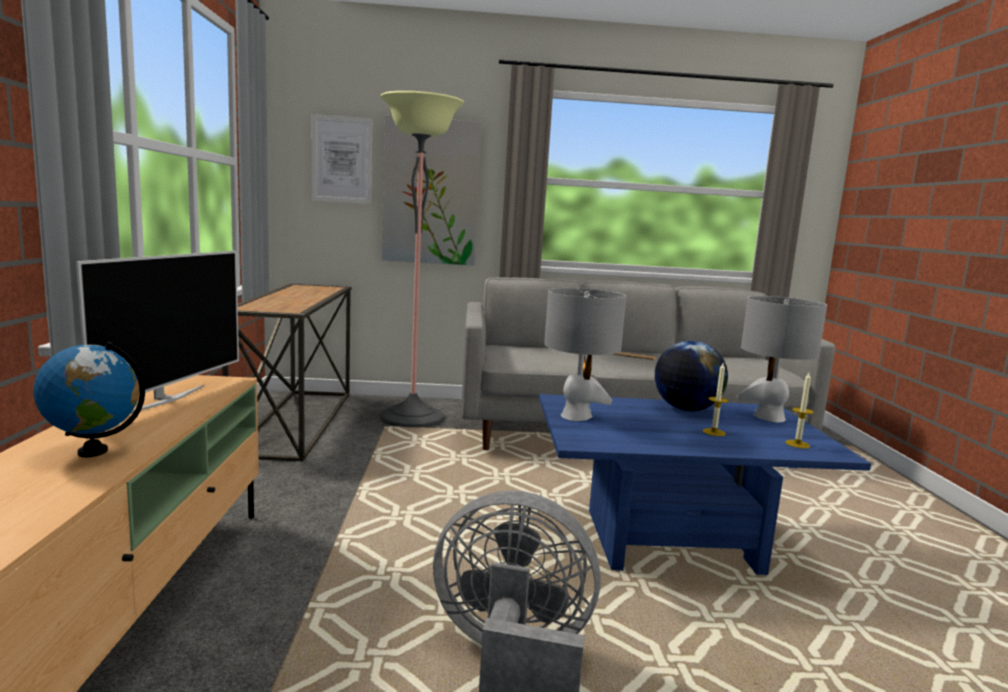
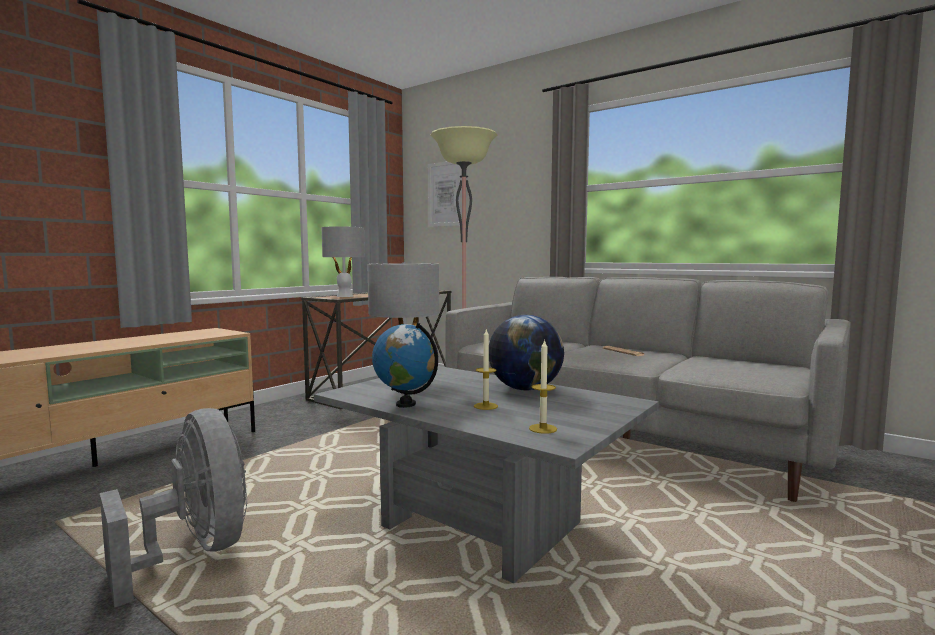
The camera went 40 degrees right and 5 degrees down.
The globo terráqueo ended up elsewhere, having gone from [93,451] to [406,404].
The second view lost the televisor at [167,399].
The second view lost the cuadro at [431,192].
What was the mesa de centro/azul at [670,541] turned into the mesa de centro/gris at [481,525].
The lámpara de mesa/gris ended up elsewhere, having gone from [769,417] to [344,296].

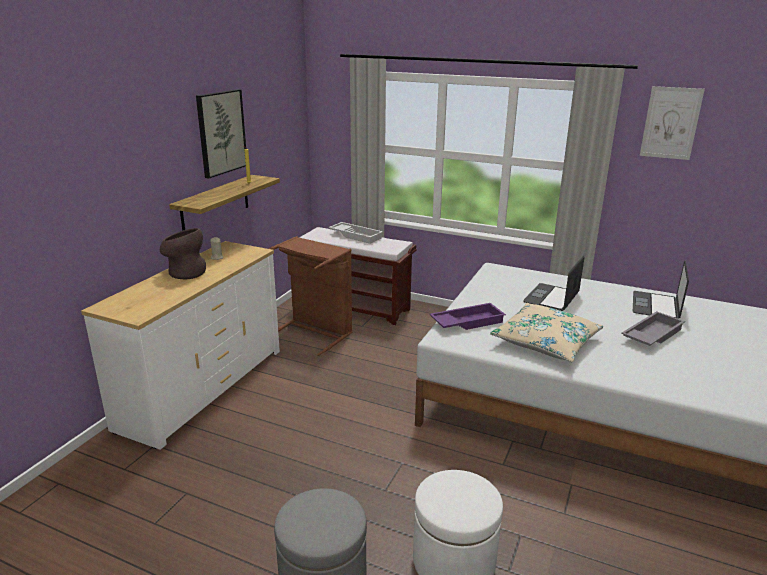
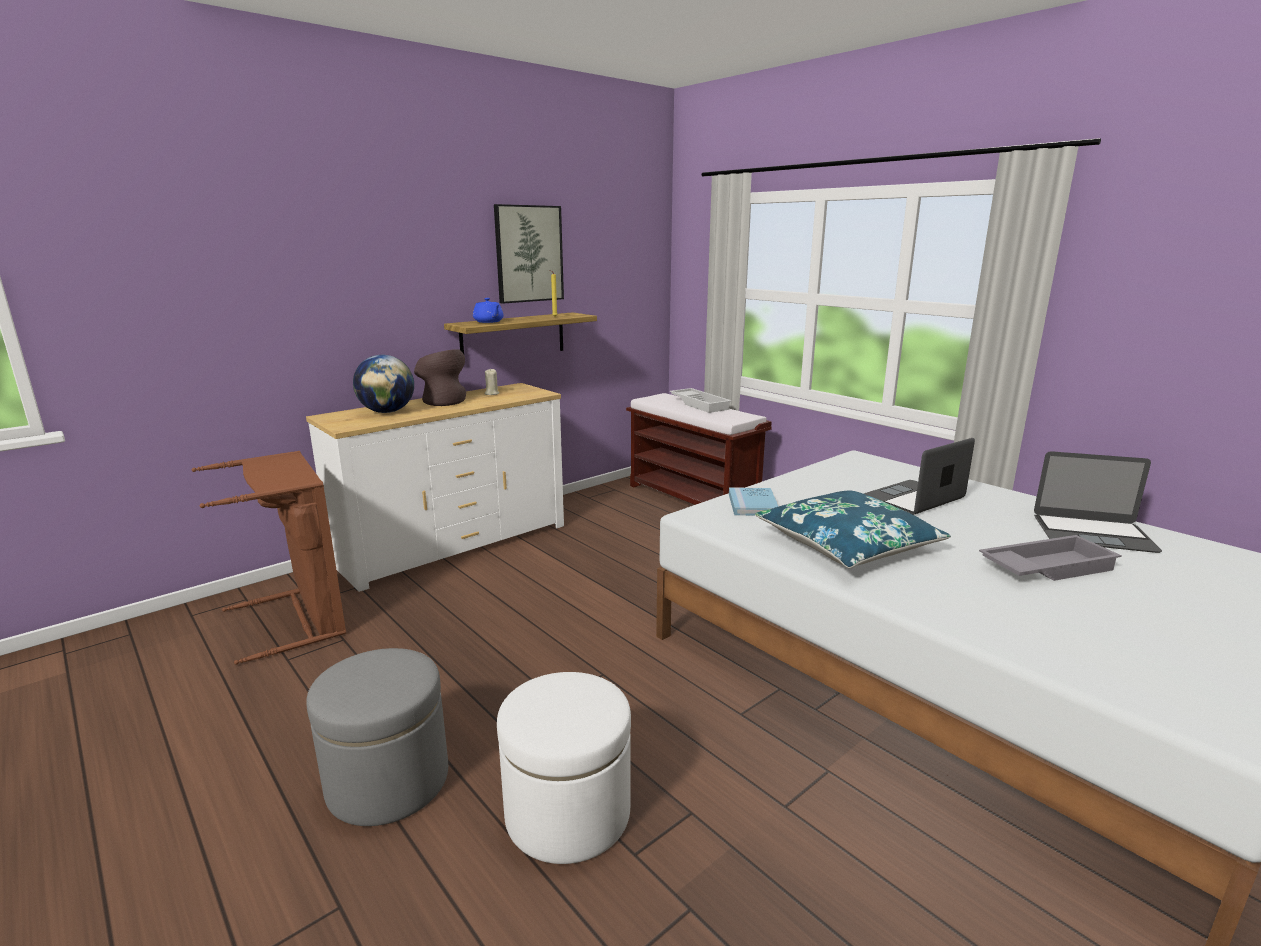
The camera went 25 degrees right and 5 degrees down.
The cesto de la ropa/marrón ended up elsewhere, having gone from [314,332] to [300,618].
Where the bandeja/morado stood at [467,322], the libro/azul came to stand at [752,504].
What was the cojín/beis at [546,342] turned into the cojín/azul at [847,544].
The portátil at [655,305] ended up facing another way, 120 degrees counterclockwise from before.
The second view lost the cuadro at [670,123].
The second view gained the globo terráqueo at [387,412].
The second view gained the tetera/azul at [489,322].

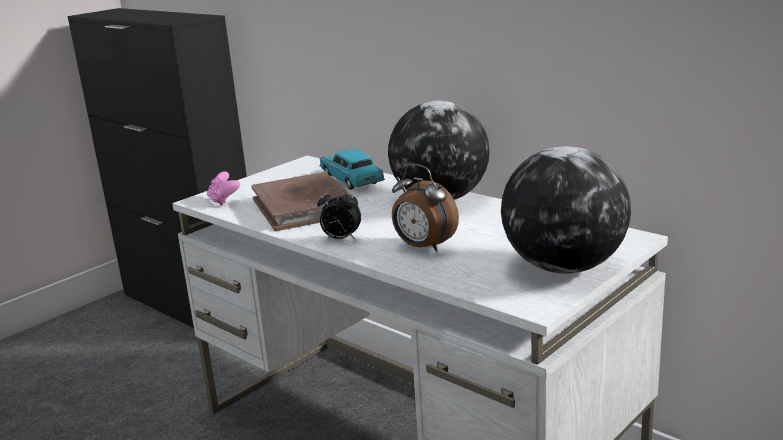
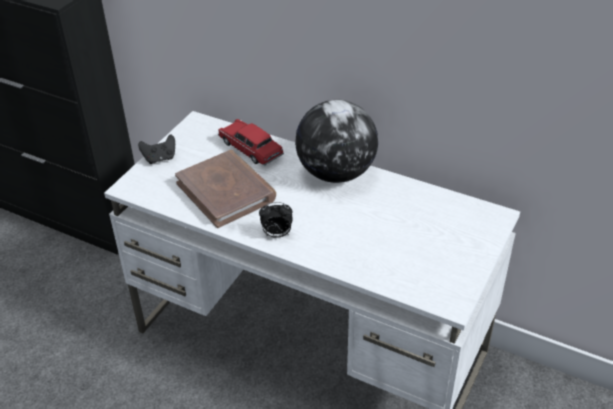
The camera went 15 degrees left and 20 degrees up.
The second view lost the mando de consola/rosa at [223,200].
What was the coche de juguete/turquesa at [351,180] turned into the coche de juguete/rojo at [250,150].
The second view lost the despertador at [423,247].
The second view lost the globo terráqueo at [563,267].
The second view gained the mando de consola/negro at [160,158].

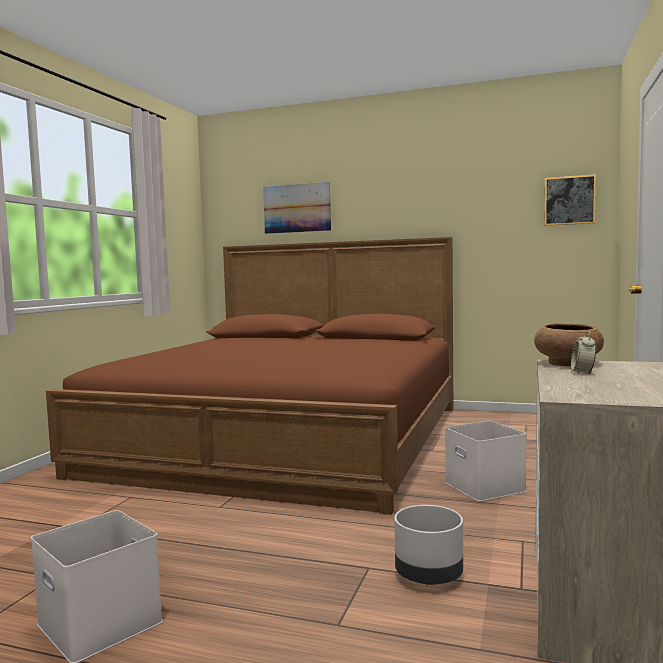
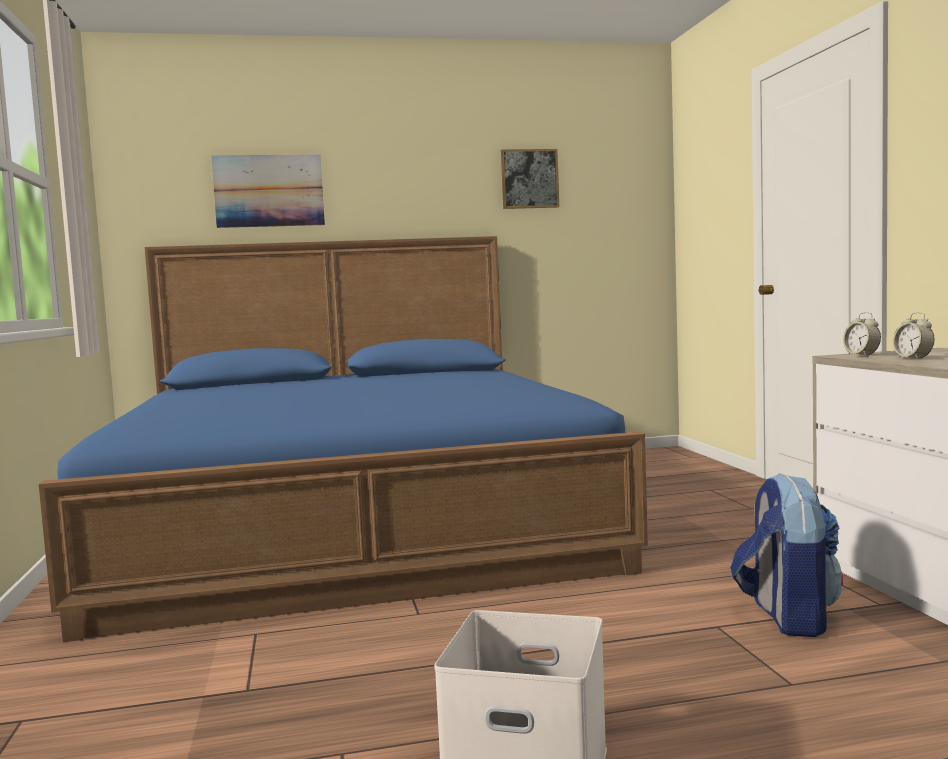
The camera went 30 degrees left and 0 degrees up.
What was the cama/marrón at [287,438] turned into the cama/azul at [353,522].
Where the maceta/gris stood at [428,576], the mochila came to stand at [787,617].
The second view lost the caja de almacenaje/blanco at [482,486].
Where the cuenco/marrón stood at [569,364], the despertador came to stand at [861,355].
The cuadro ended up elsewhere, having gone from [569,200] to [529,179].

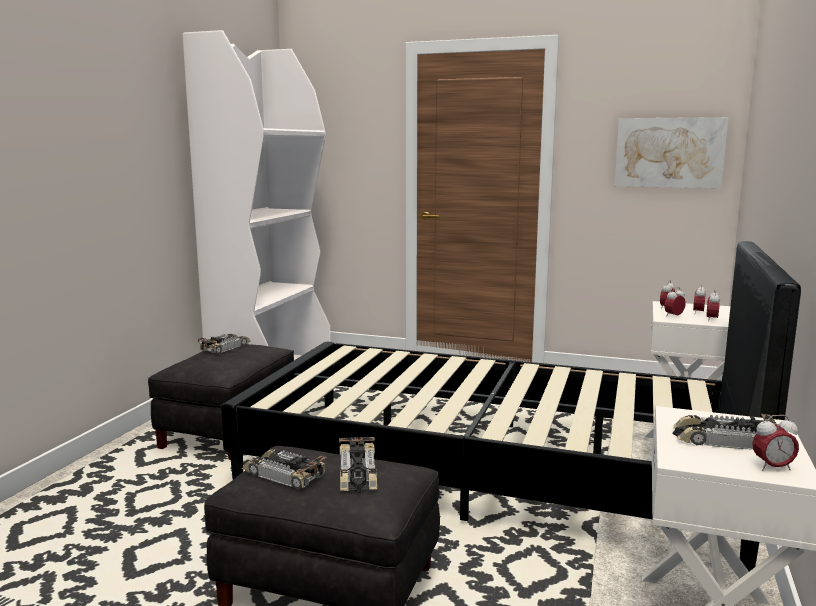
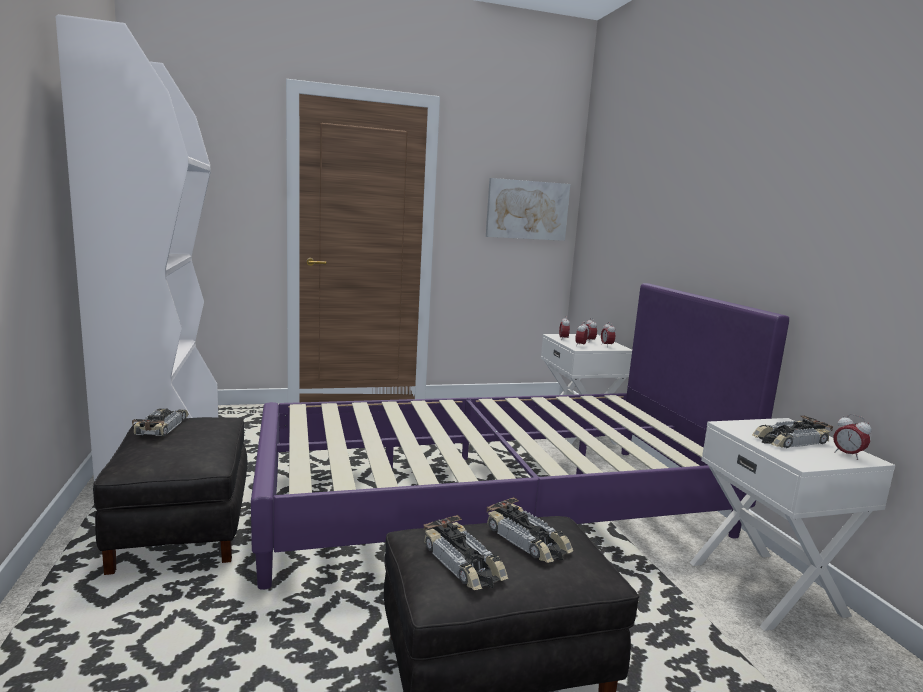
The camera went 35 degrees left and 0 degrees up.
What was the cama/negro at [490,470] turned into the cama/morado at [492,504].
The coche de juguete at [283,474] ended up facing another way, 120 degrees counterclockwise from before.
The despertador at [772,467] ended up facing another way, 90 degrees clockwise from before.

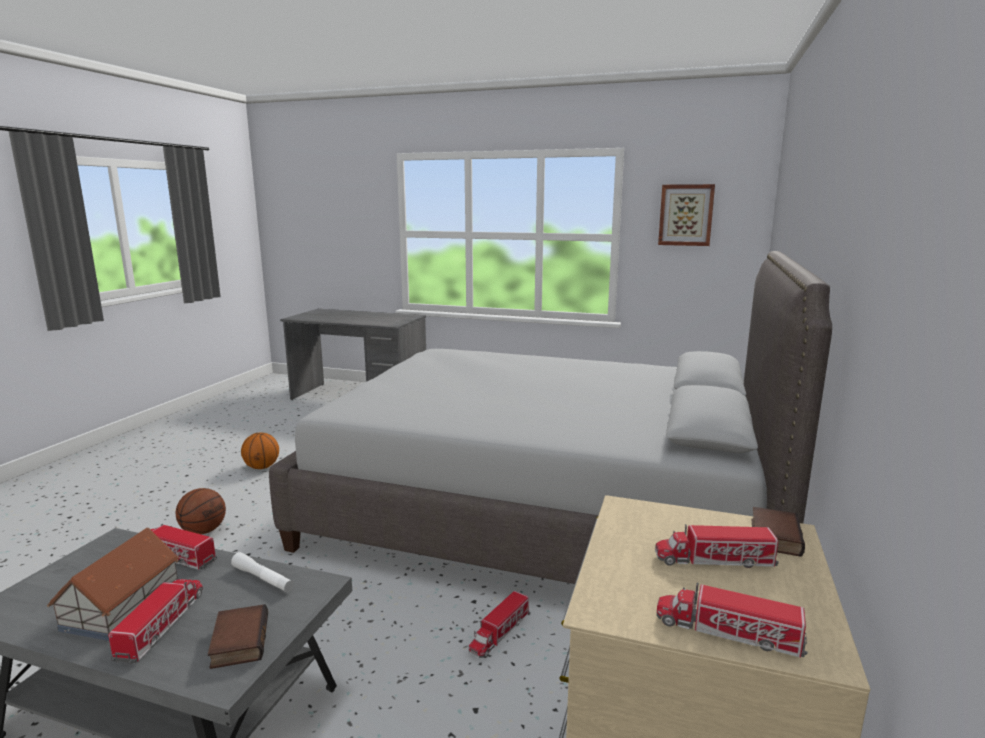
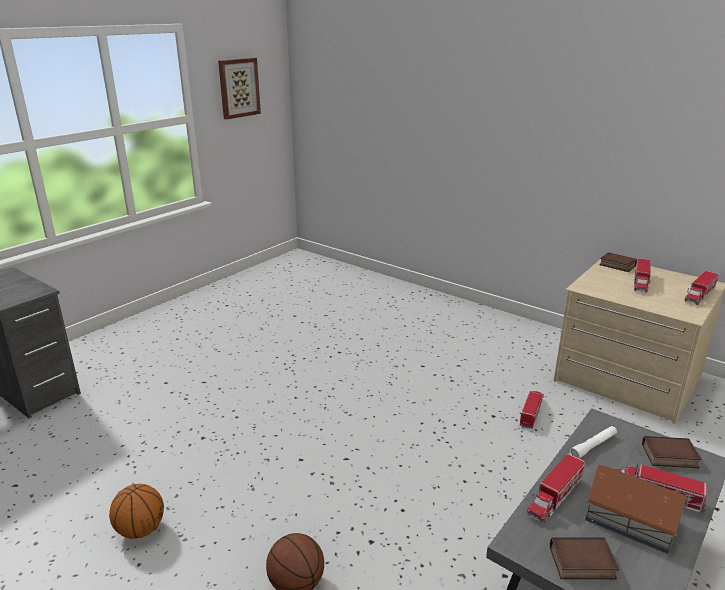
The camera went 70 degrees left and 10 degrees up.
The second view lost the cama/gris at [544,512].
The camión de juguete at [499,633] ended up facing another way, 120 degrees counterclockwise from before.
The second view gained the libro at [581,564].

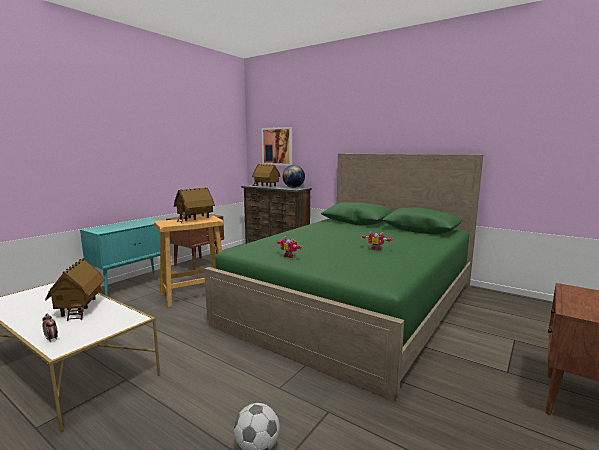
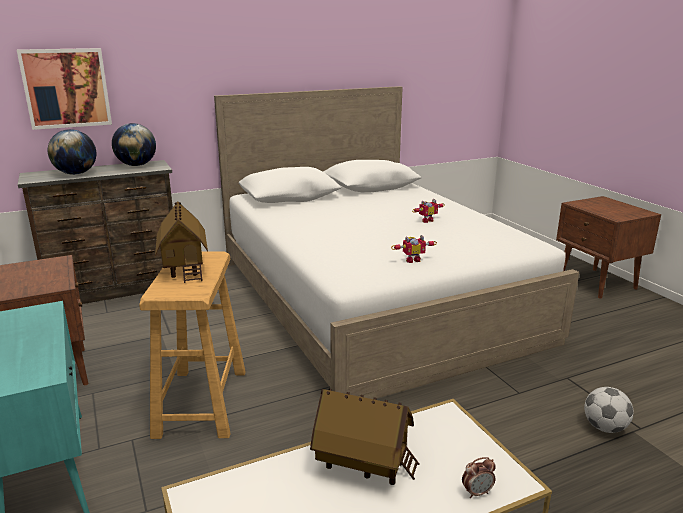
The camera went 60 degrees left and 10 degrees up.
What was the cama/verde at [355,303] turned into the cama/blanco at [373,298].
Where the casita stood at [266,186], the globo terráqueo came to stand at [76,174].

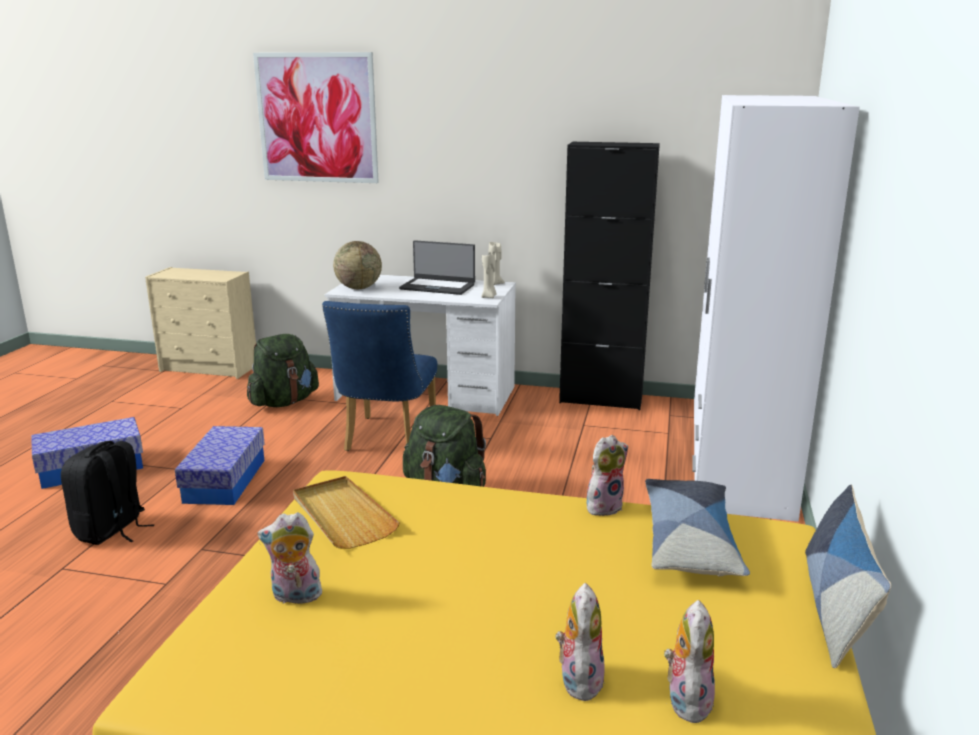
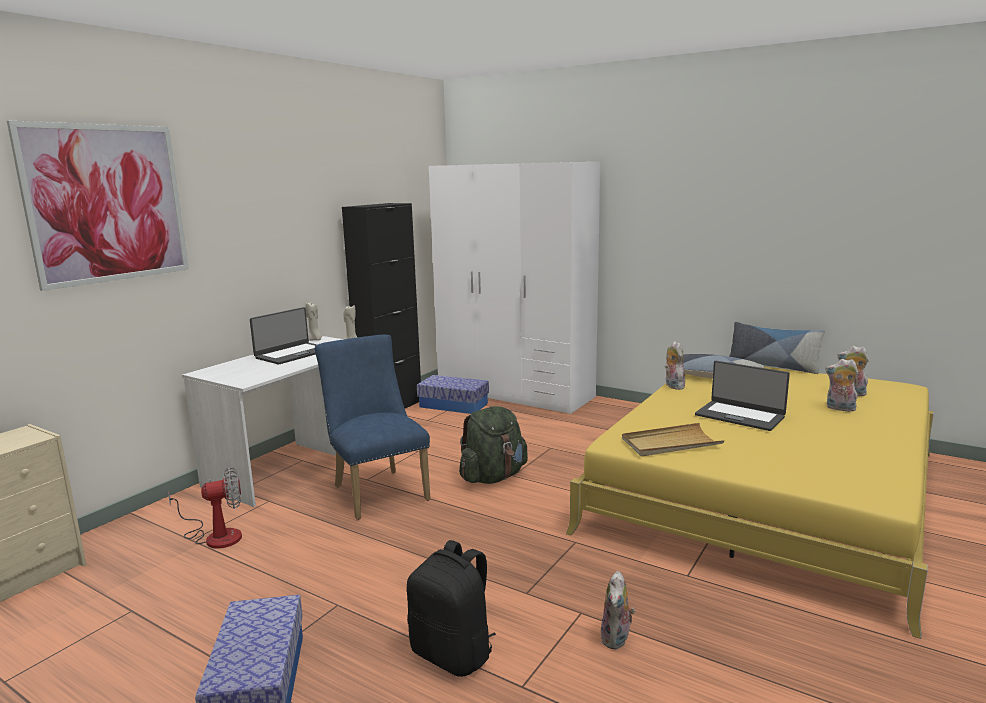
The camera went 70 degrees left and 5 degrees down.
The caja de almacenaje ended up elsewhere, having gone from [225,480] to [453,405].
Where the mochila/verde stood at [284,402], the ventilador came to stand at [215,536].
The peluche ended up elsewhere, having gone from [295,597] to [617,639].
The silla/azul at [386,440] ended up facing another way, 150 degrees counterclockwise from before.
The second view lost the globo terráqueo at [359,288].
The second view gained the portátil at [740,416].

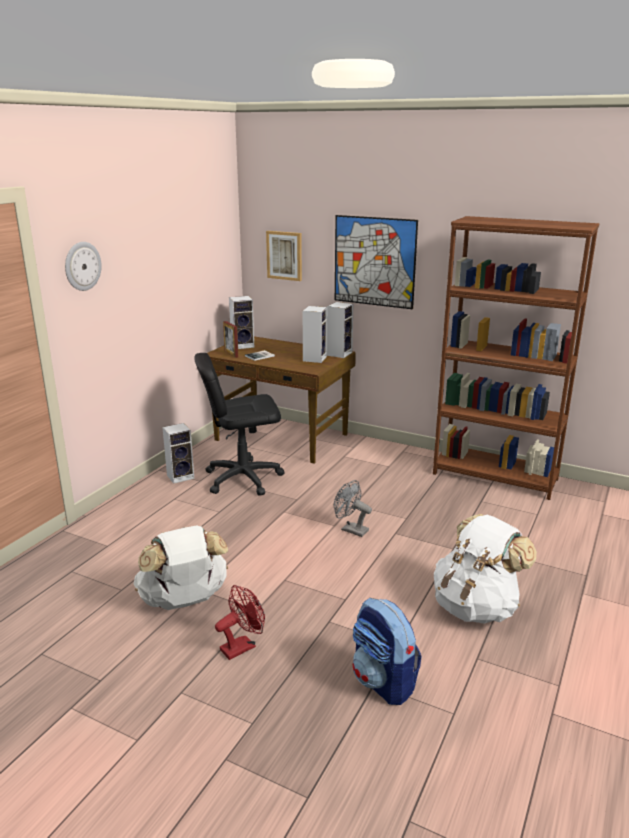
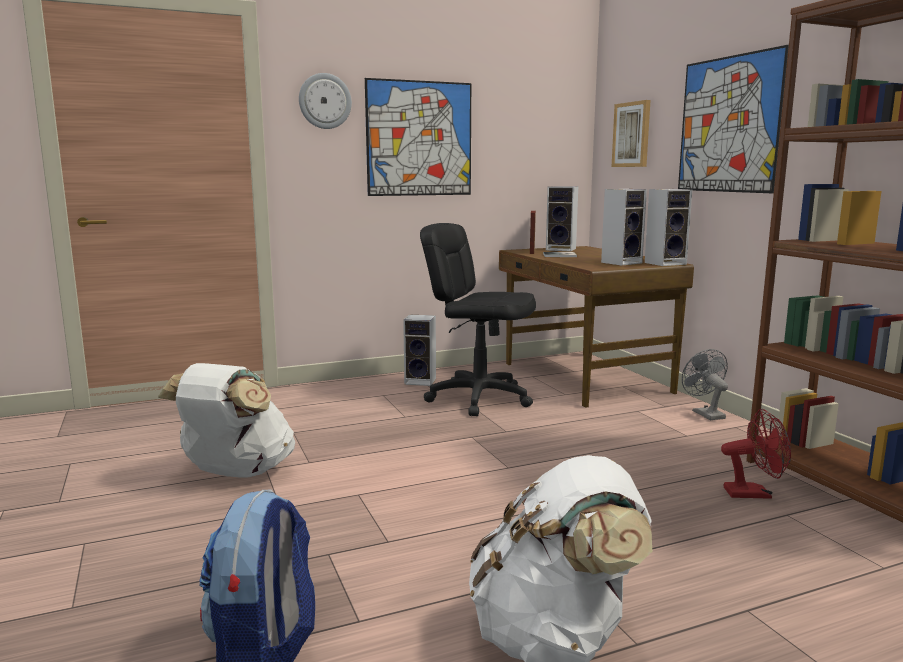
The camera went 40 degrees right and 10 degrees down.
The ventilador/rojo ended up elsewhere, having gone from [242,646] to [754,493].
The ventilador/gris ended up elsewhere, having gone from [351,529] to [704,413].
The second view gained the cuadro at [419,139].

